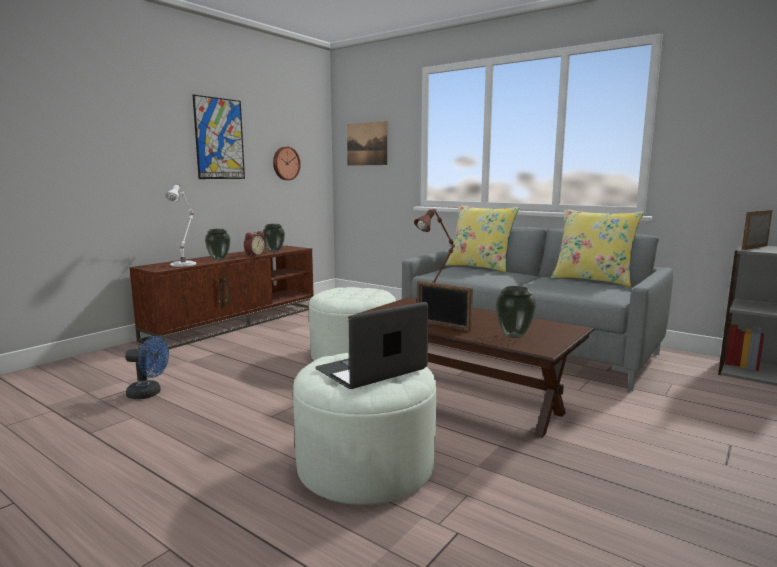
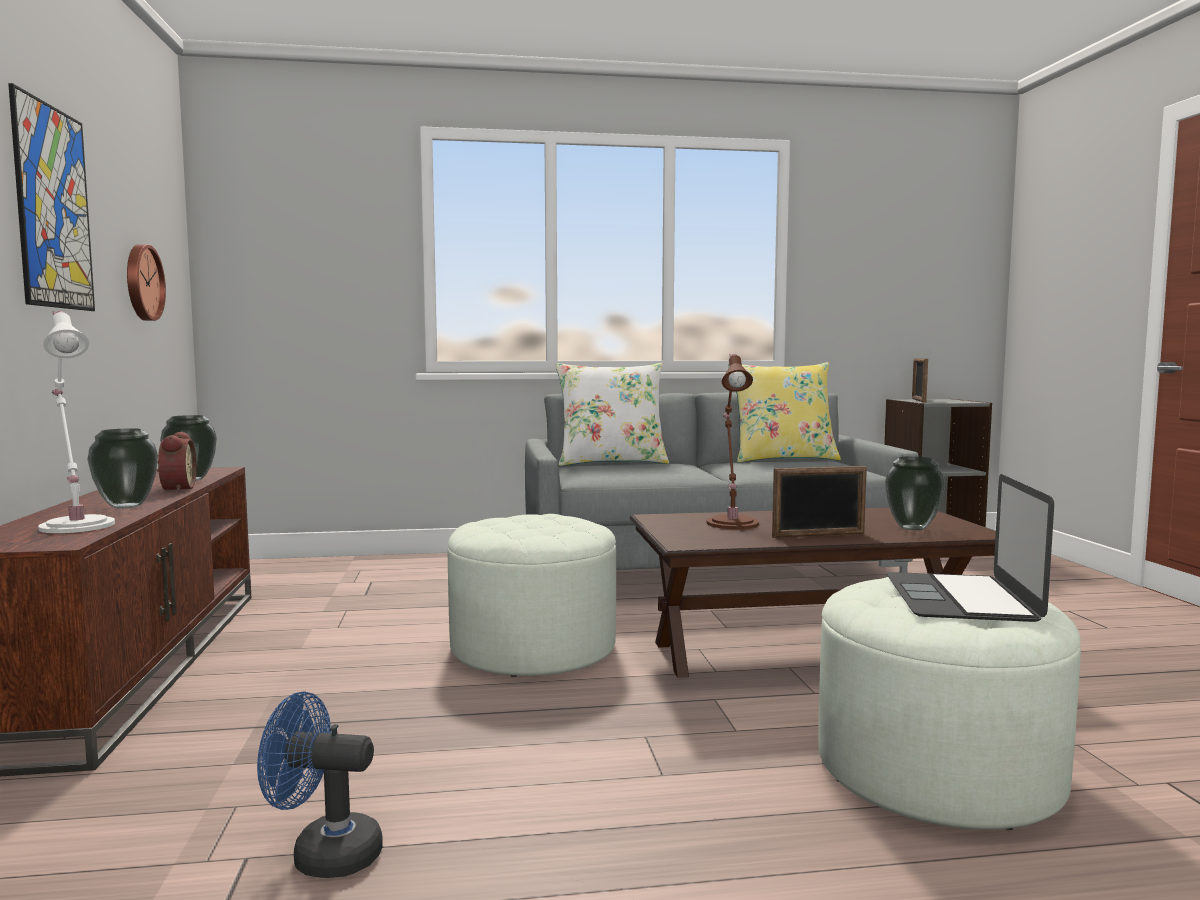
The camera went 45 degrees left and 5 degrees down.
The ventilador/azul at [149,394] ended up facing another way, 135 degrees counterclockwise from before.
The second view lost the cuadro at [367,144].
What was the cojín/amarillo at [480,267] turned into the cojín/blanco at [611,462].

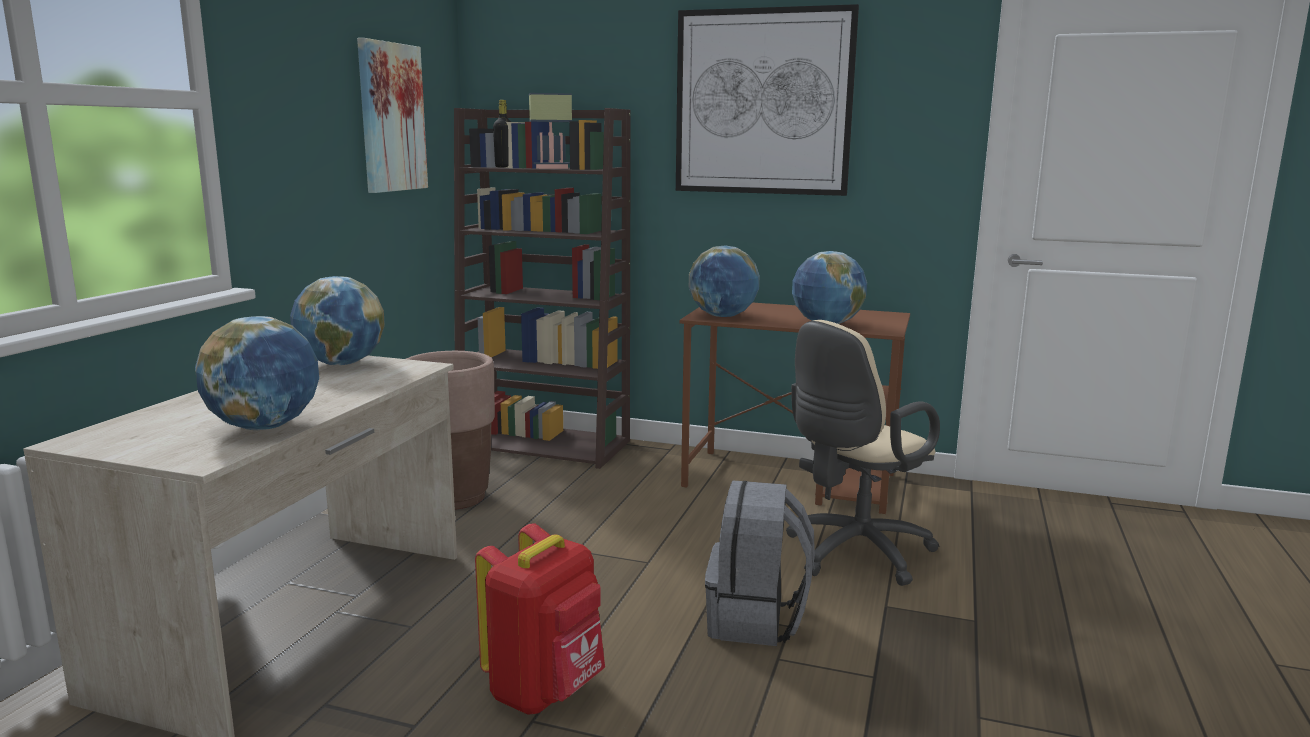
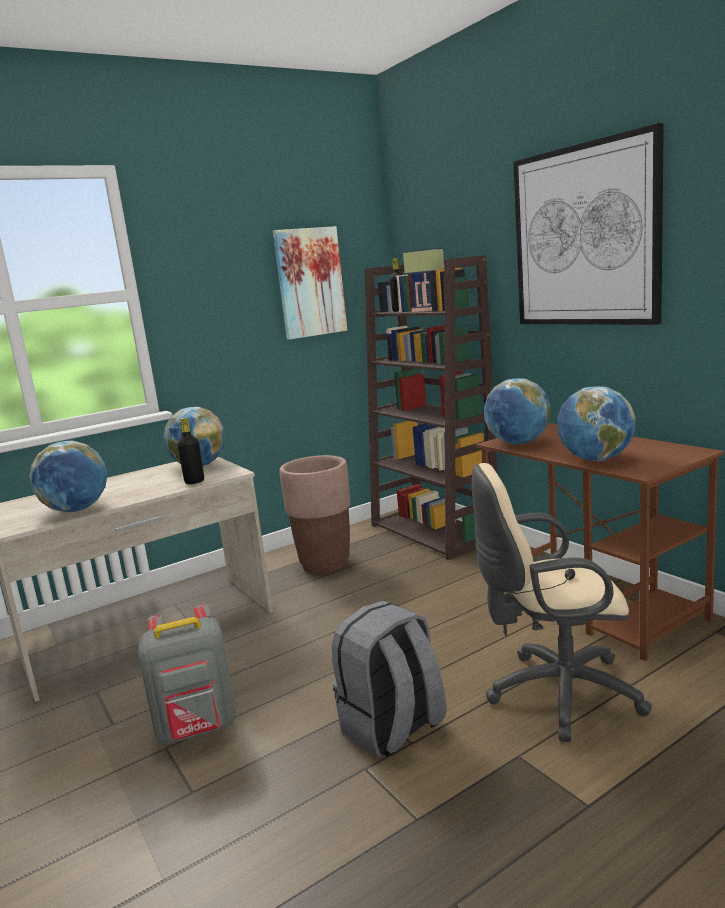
The camera went 40 degrees right and 0 degrees up.
What was the mochila/rojo at [546,691] turned into the mochila/gris at [198,729].
The second view gained the botella/negro at [194,482].

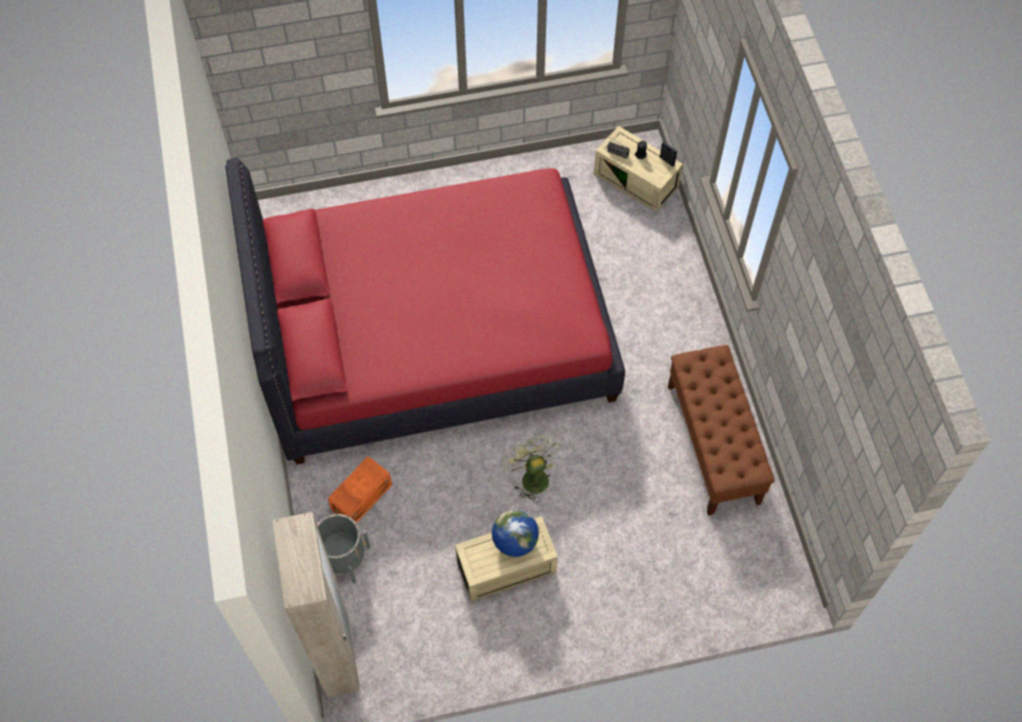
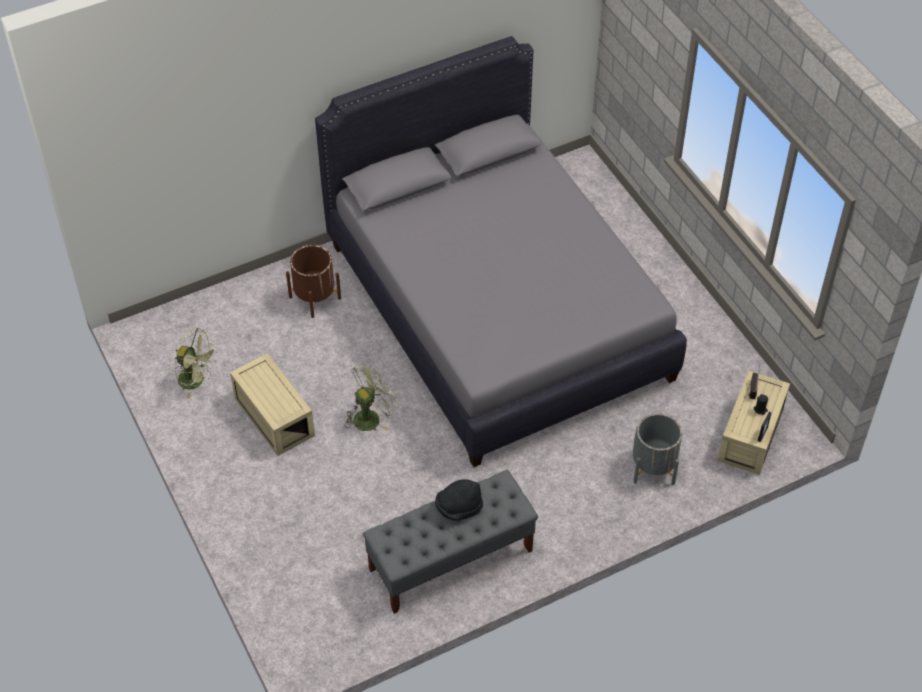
The camera went 75 degrees right and 10 degrees down.
What was the cama/rojo at [434,335] turned into the cama/gris at [497,310].
The second view lost the armario ropero/beis at [338,655].
The maceta/gris ended up elsewhere, having gone from [343,558] to [653,467].
Where the caja de almacenaje/naranja stood at [360,497], the maceta/marrón came to stand at [315,297].
The second view lost the globo terráqueo at [515,541].
What was the banco/marrón at [713,444] turned into the banco/gris at [450,560].
The second view gained the ventilador/verde at [197,380].
The second view gained the sombrero/negro at [459,507].

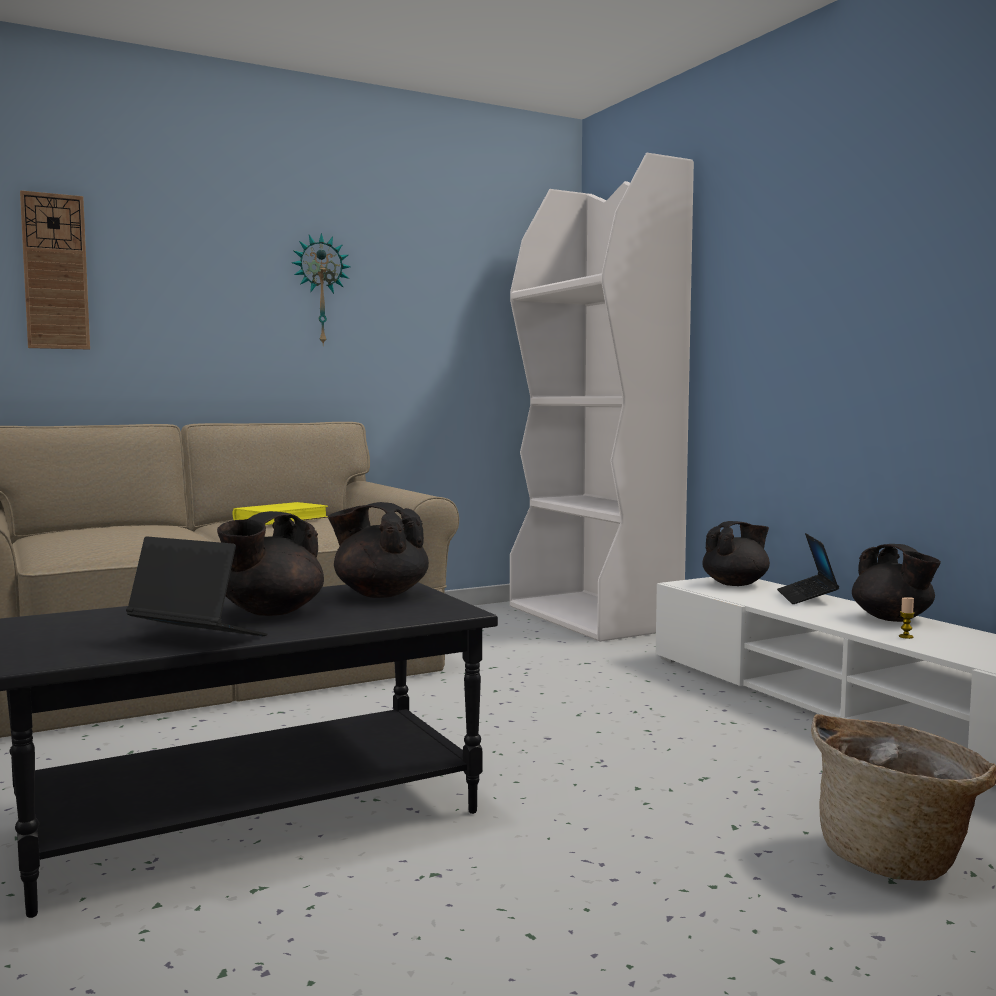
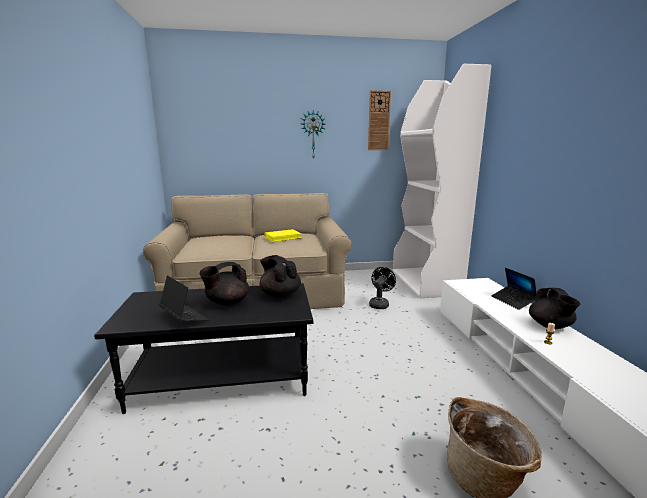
The camera went 20 degrees right and 10 degrees up.
The reloj de pared ended up elsewhere, having gone from [55,272] to [379,121].
The second view lost the tetera/negro at [736,584].
The portátil at [807,597] ended up facing another way, 45 degrees counterclockwise from before.
The second view gained the ventilador/negro at [380,304].

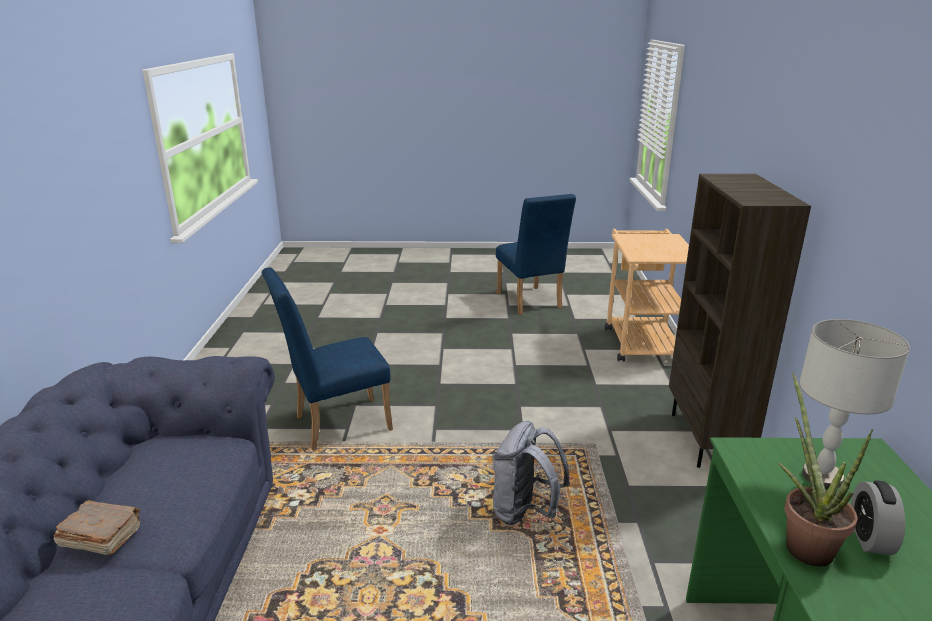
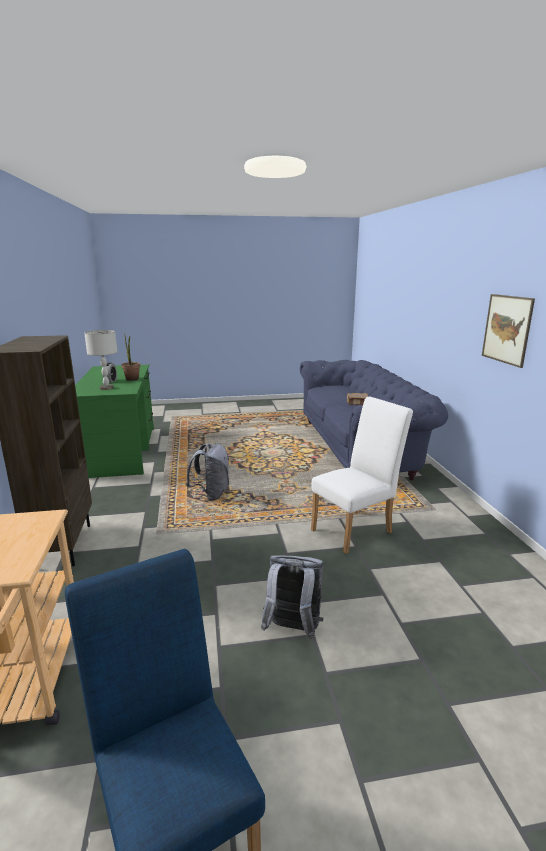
The camera went 170 degrees right and 5 degrees down.
What was the silla/azul at [335,424] turned into the silla/blanco at [356,529].
The second view gained the mochila/gris at [292,629].
The second view gained the cuadro at [507,329].

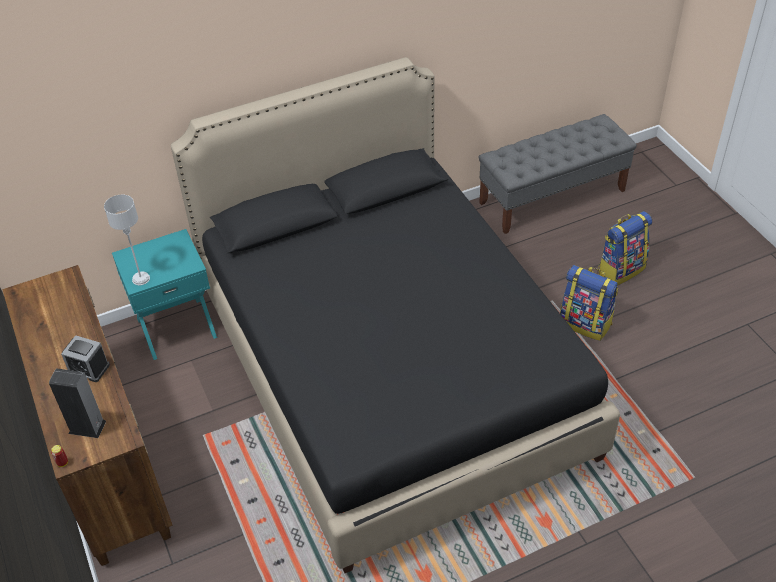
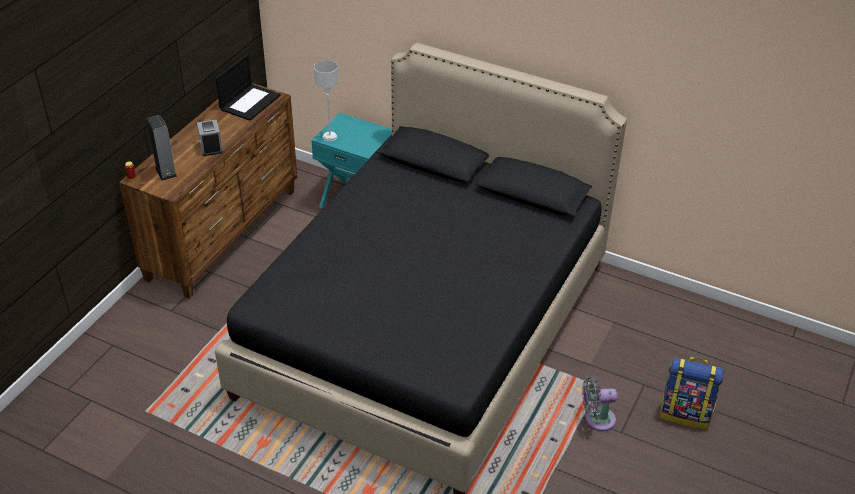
The camera went 50 degrees right and 5 degrees down.
The second view lost the banco/gris at [552,196].
Where the mochila stood at [585,323], the ventilador/gris came to stand at [596,419].
The second view gained the portátil at [250,102].

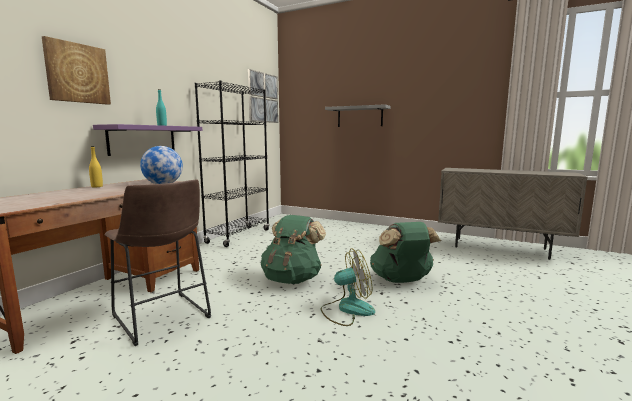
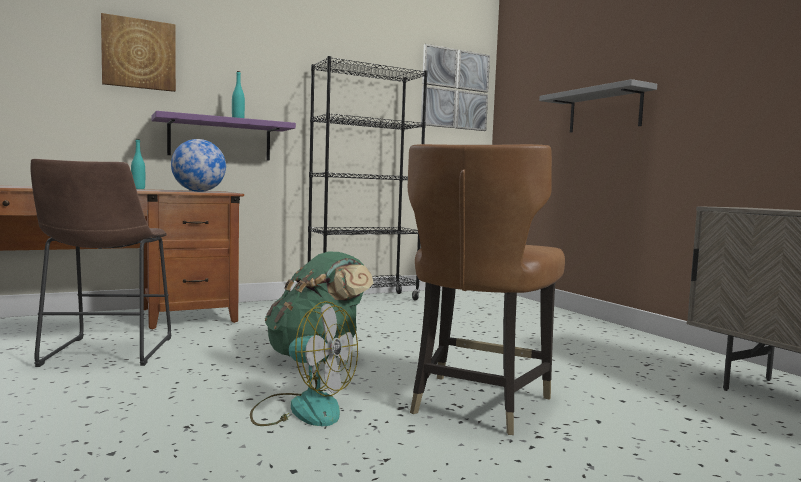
The camera went 35 degrees right and 5 degrees down.
What was the botella/amarillo at [97,186] turned into the botella/turquesa at [138,189].
Where the mochila/verde stood at [401,280], the silla/marrón came to stand at [477,403].

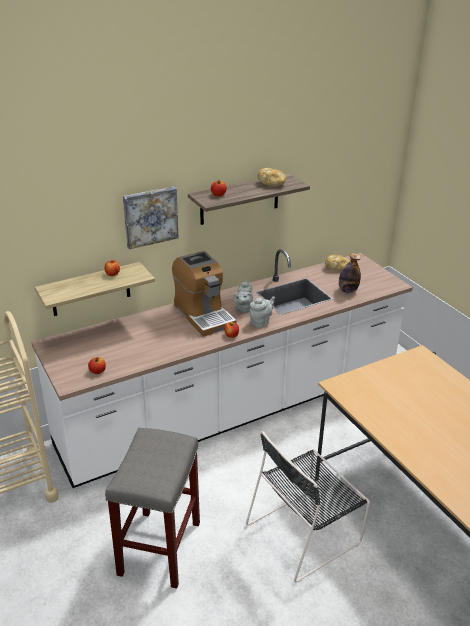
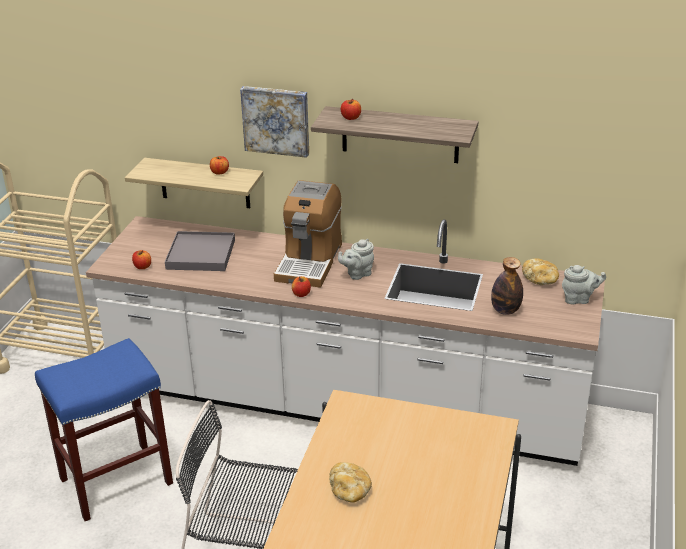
The camera went 45 degrees right and 0 degrees up.
What was the taburete/gris at [159,547] turned into the taburete/azul at [117,480].
The tetera/gris ended up elsewhere, having gone from [261,322] to [579,299].
The pan ended up elsewhere, having gone from [272,184] to [350,491].
The second view gained the bandeja/gris at [200,254].

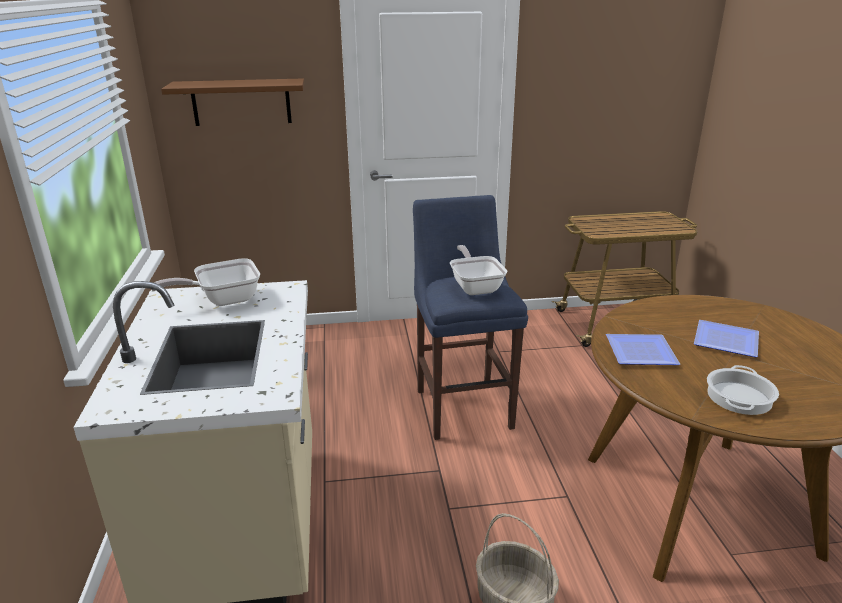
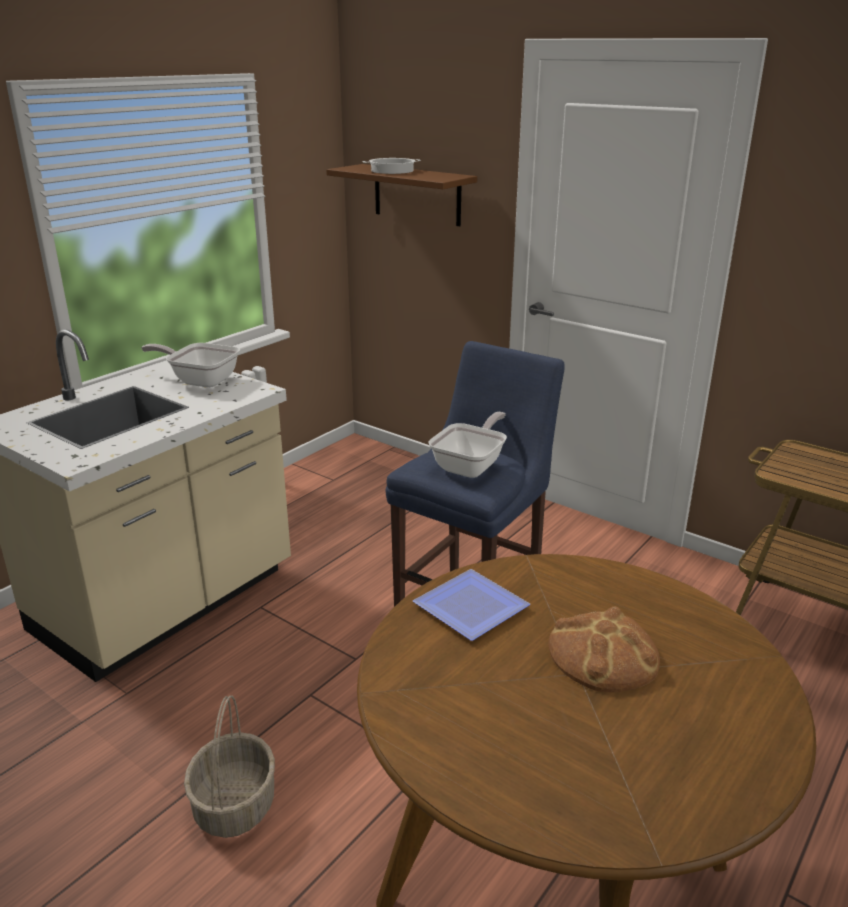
The camera went 45 degrees right and 0 degrees up.
Where the plato stood at [723,340], the pan came to stand at [604,654].
The olla ended up elsewhere, having gone from [738,397] to [392,171].

